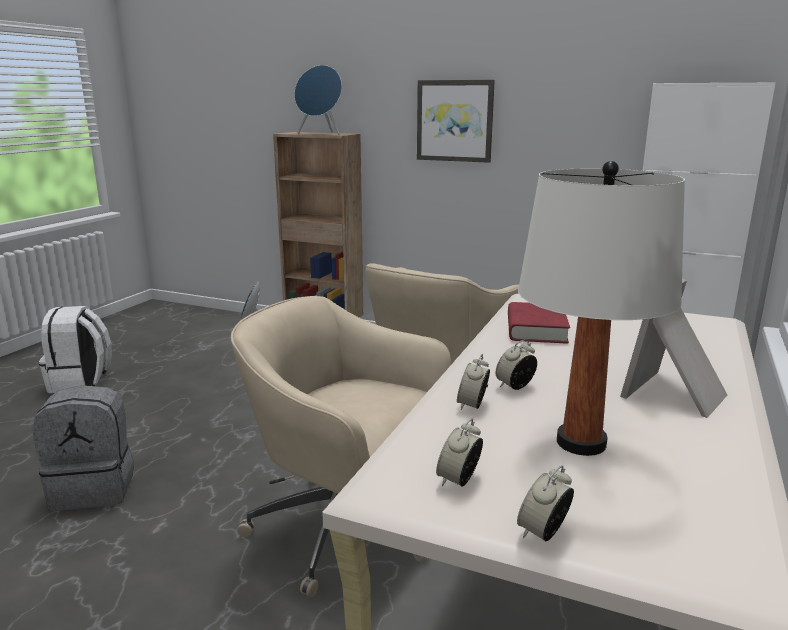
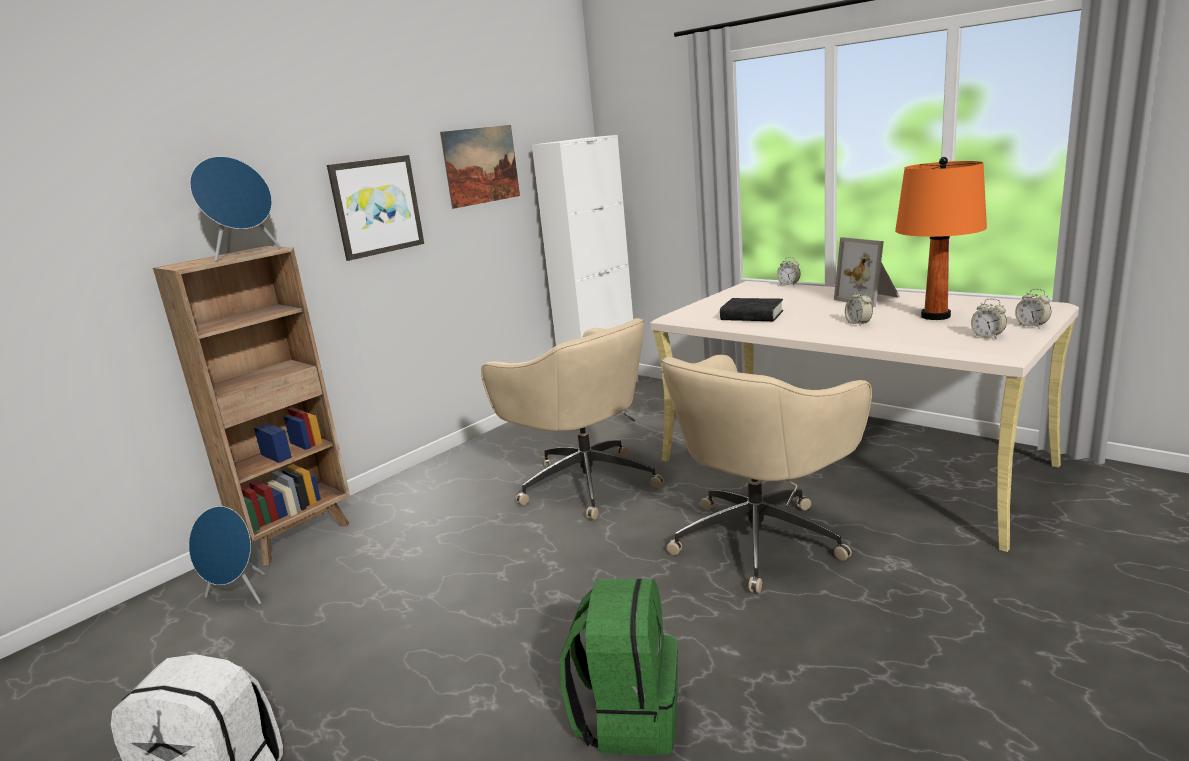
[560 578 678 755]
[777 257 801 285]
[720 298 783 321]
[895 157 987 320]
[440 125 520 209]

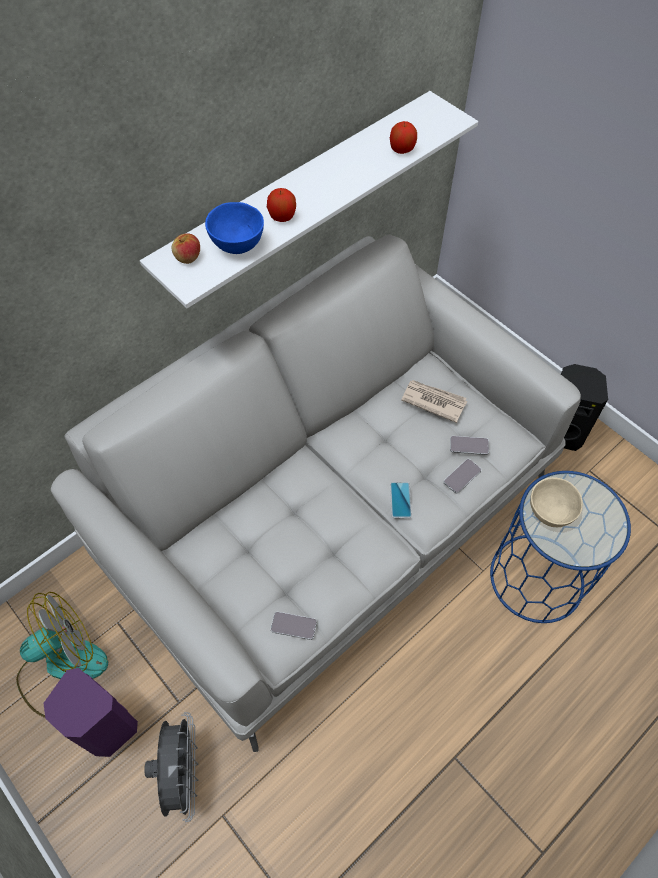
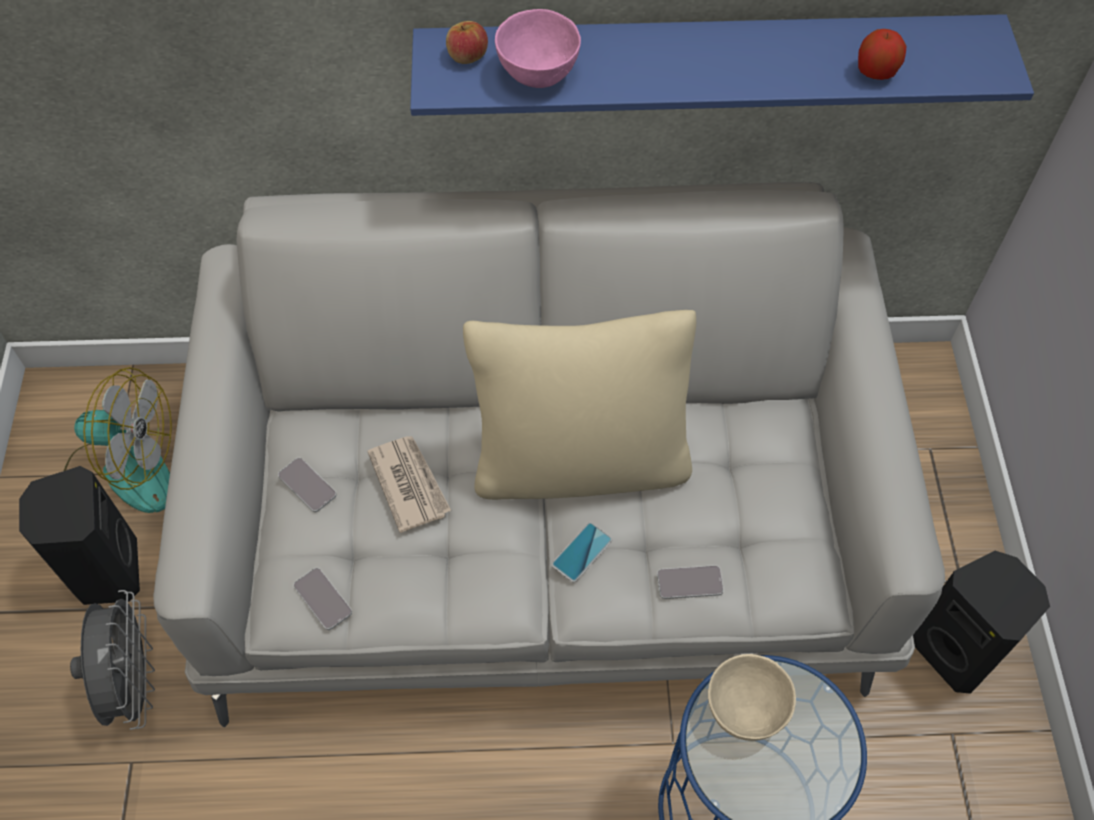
[19 466 140 605]
[410 14 1034 116]
[70 590 155 730]
[495 9 581 88]
[267 188 296 222] (first image)
[367 436 451 533]
[278 458 337 512]
[463 310 696 500]

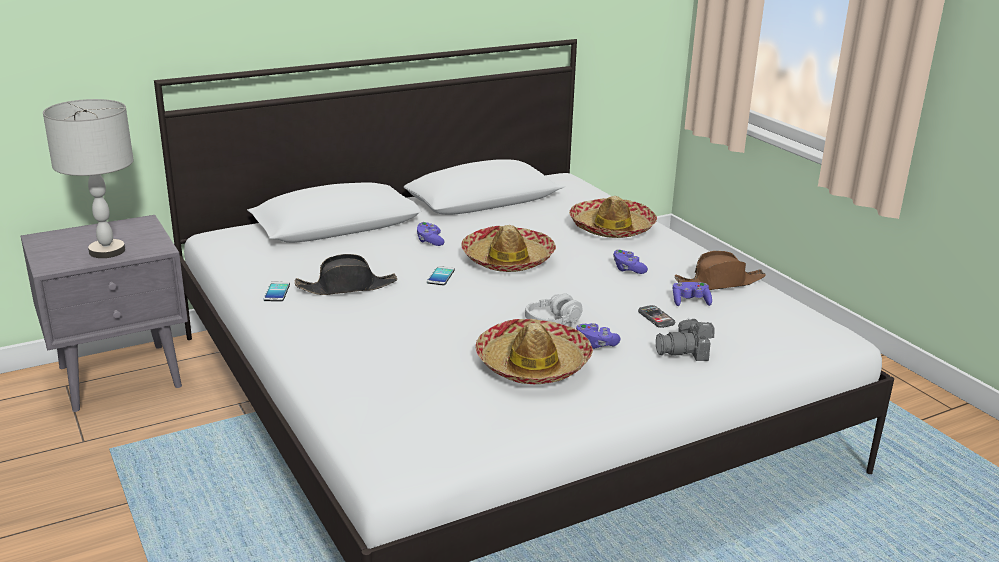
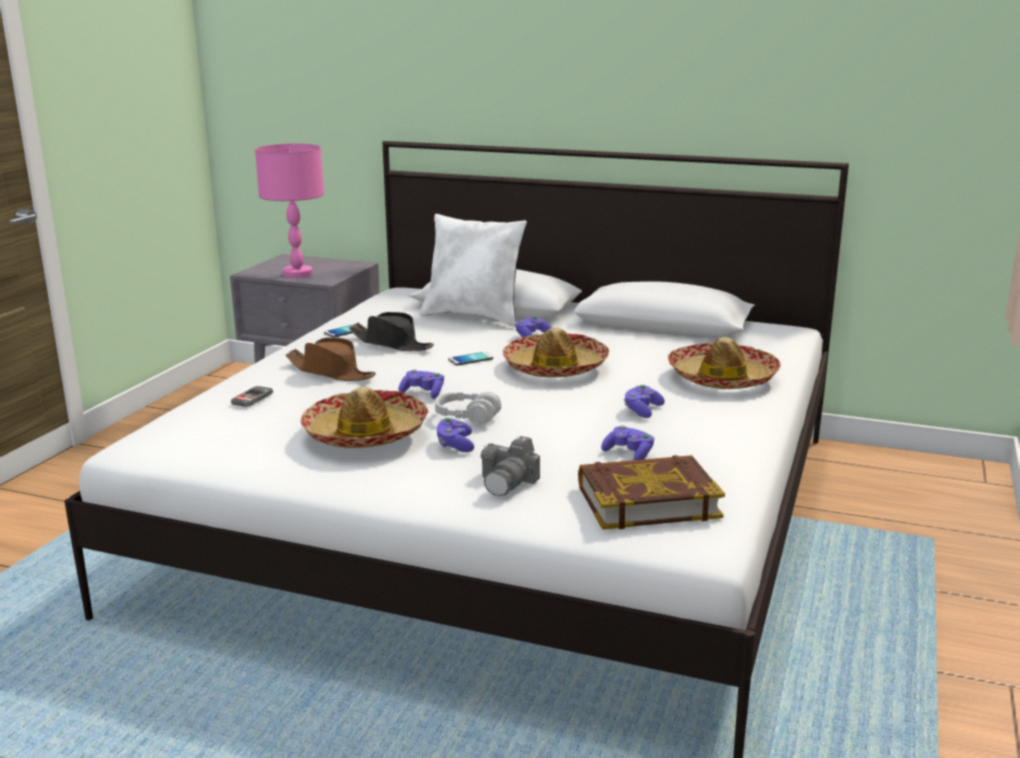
[255 144 324 278]
[231 386 273 407]
[481 436 540 496]
[286 338 376 381]
[399 369 444 399]
[420 214 527 327]
[578 455 725 530]

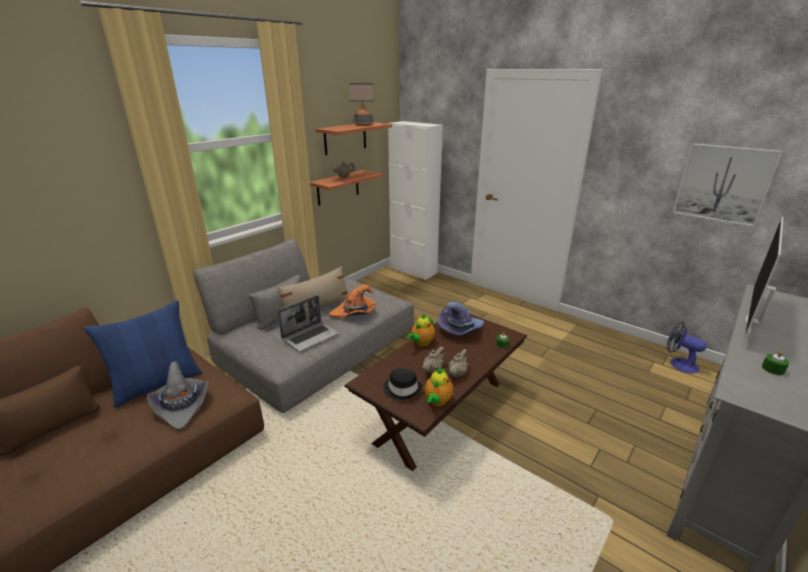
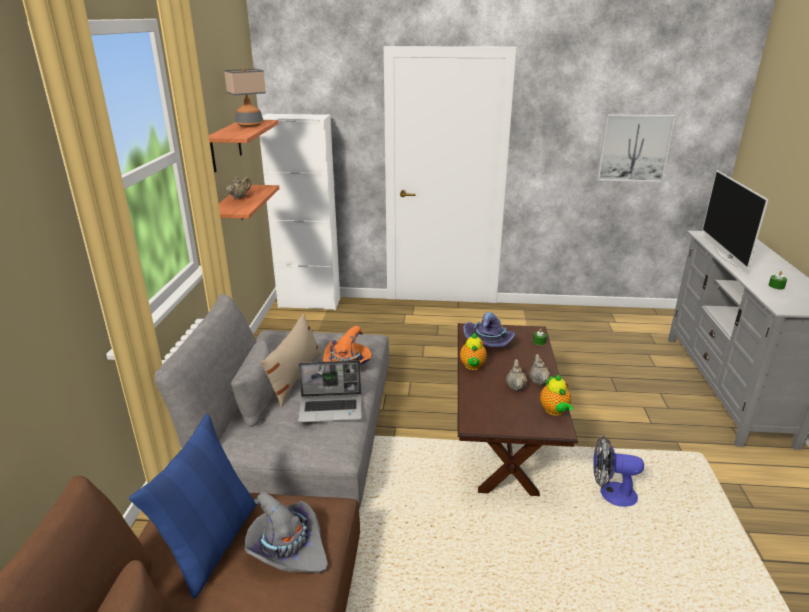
[298 360 362 422]
[383 368 422 400] (first image)
[593 436 644 507]

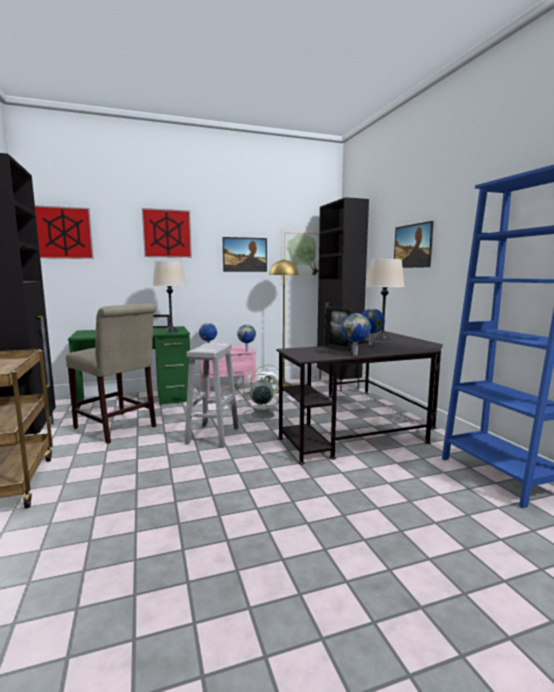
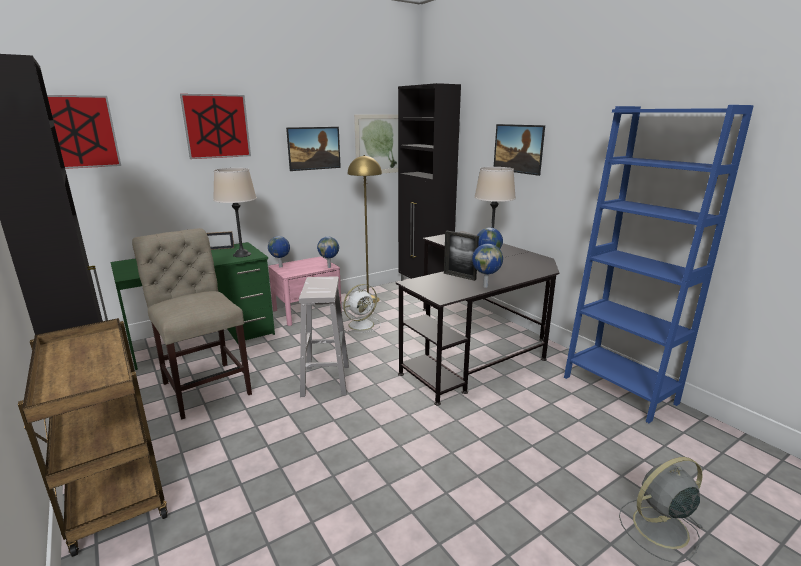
[132 228 252 419]
[619 457 703 563]

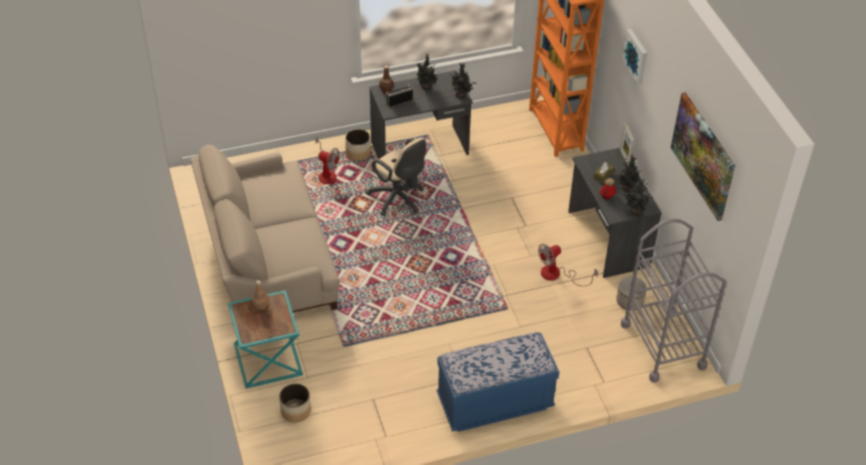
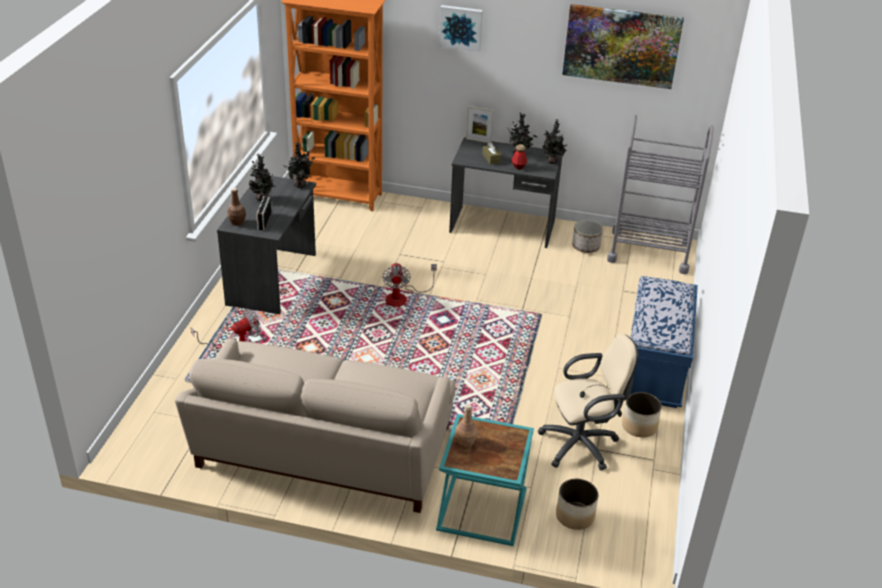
[622 392 662 438]
[538 334 639 471]
[383 263 437 307]

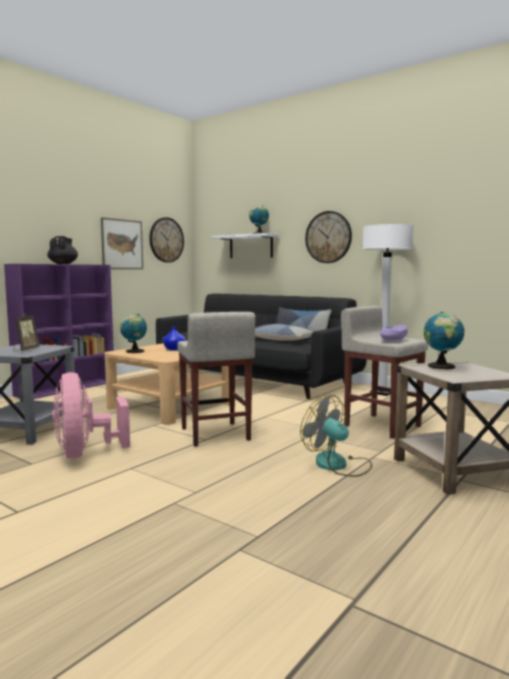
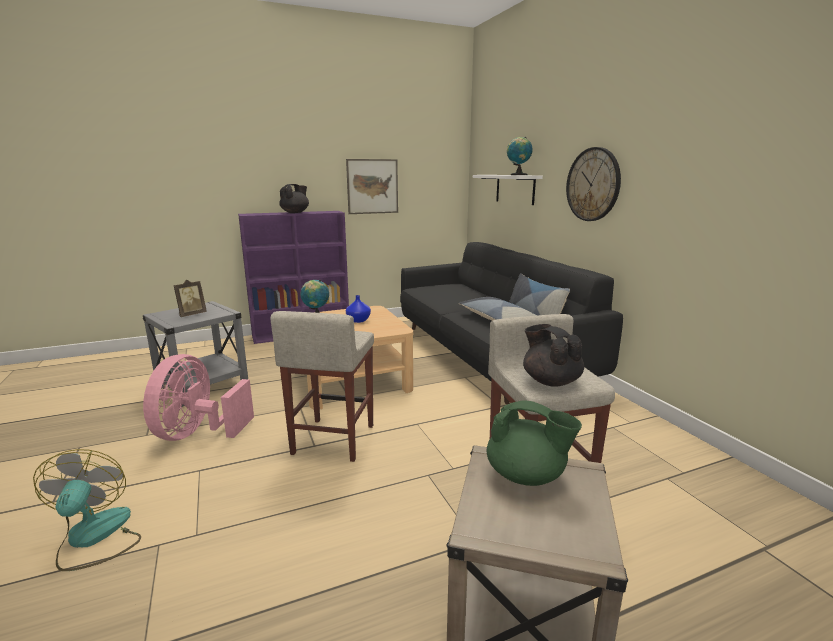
[149 217 184 263] (first image)
[33 449 141 571]
[363 224 414 396] (first image)
[523 324 584 387]
[487 400 582 486]

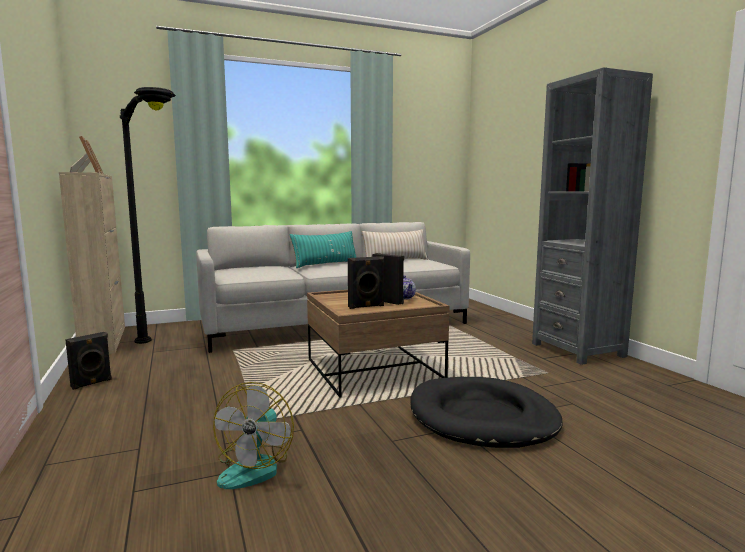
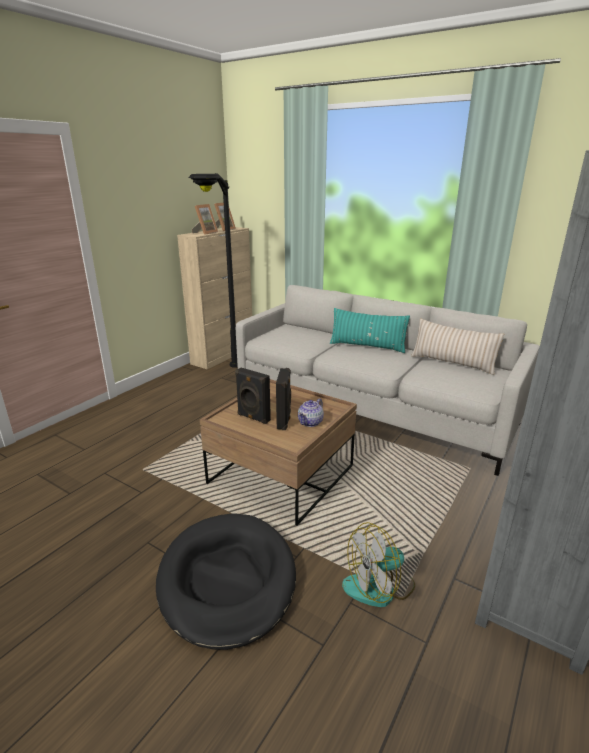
[65 332 112 390] (first image)
[342 522 415 607]

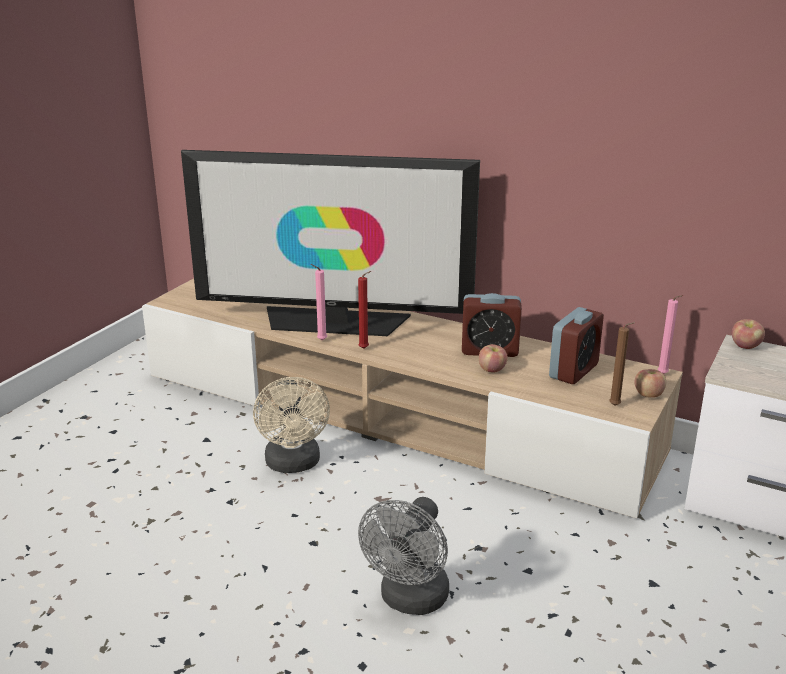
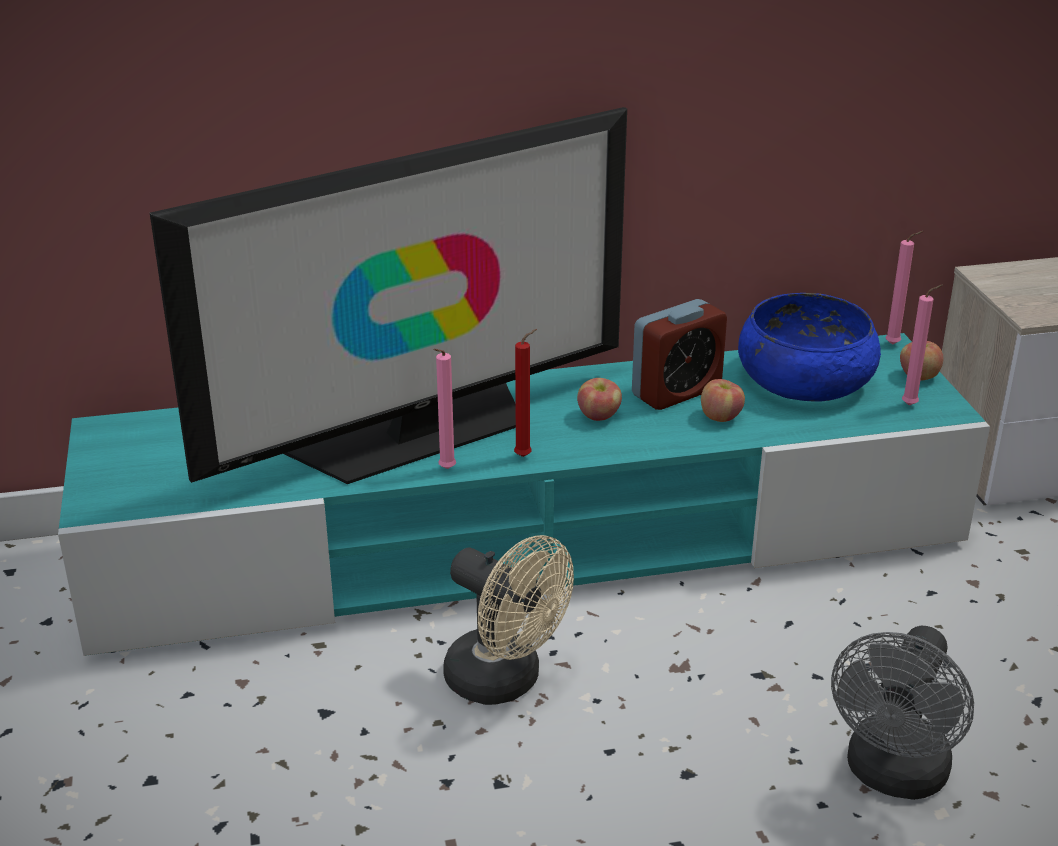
[58 333 990 656]
[831 626 974 800]
[738 293 881 401]
[902 285 943 406]
[577 378 622 421]

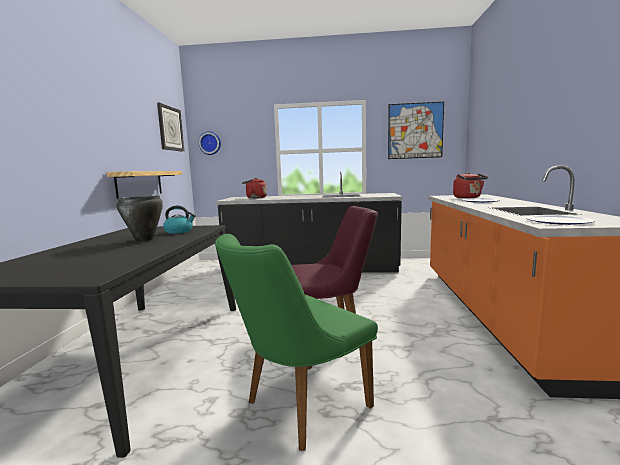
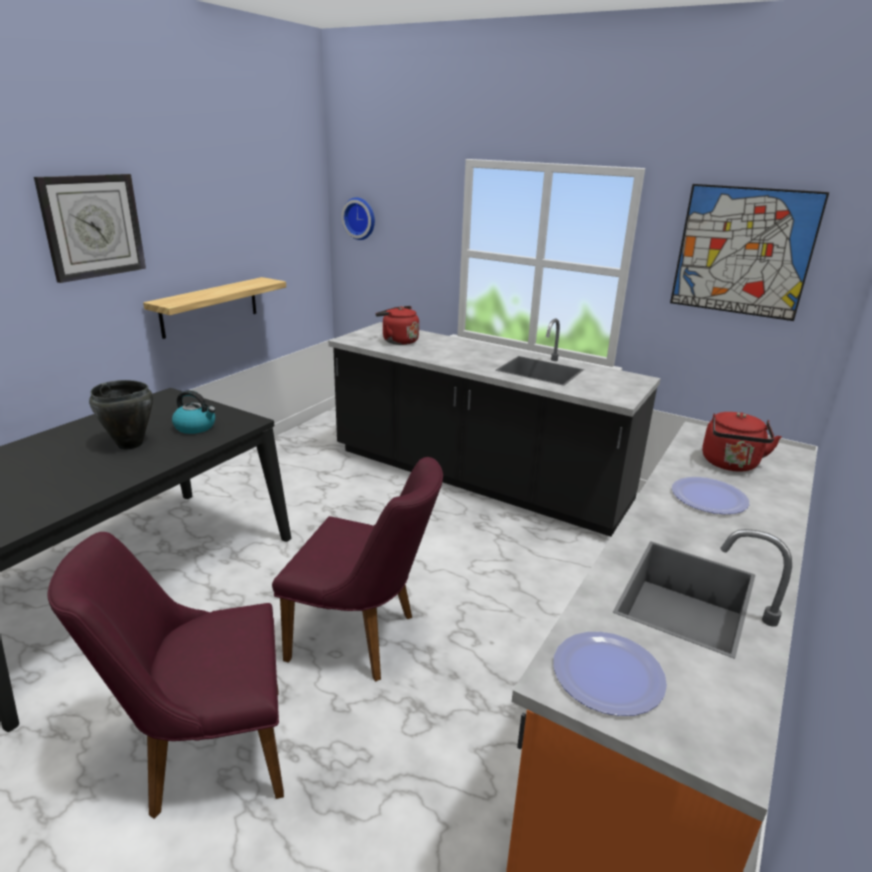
[34 174 146 283]
[48 532 284 819]

